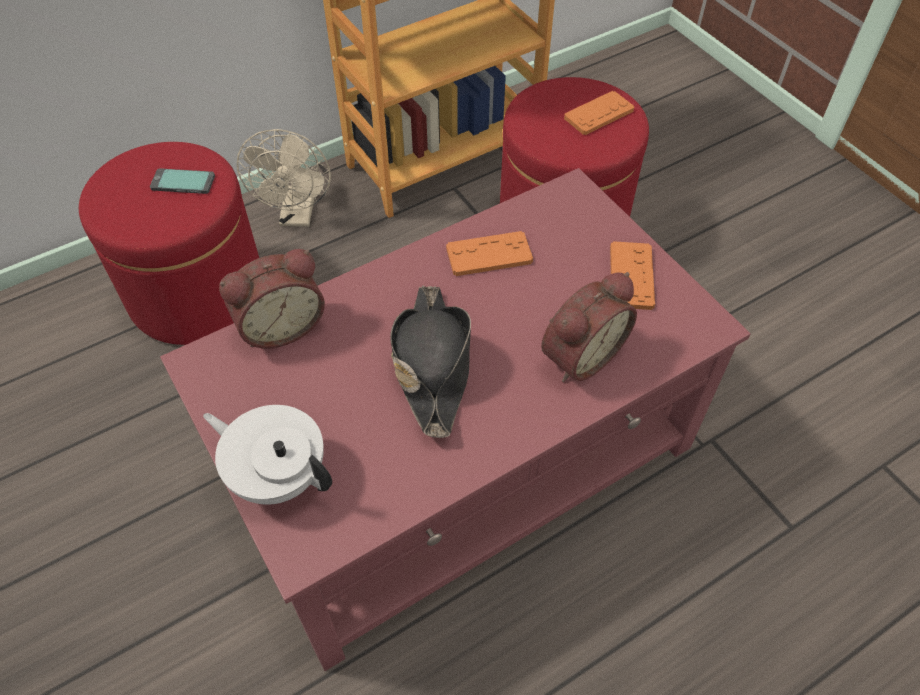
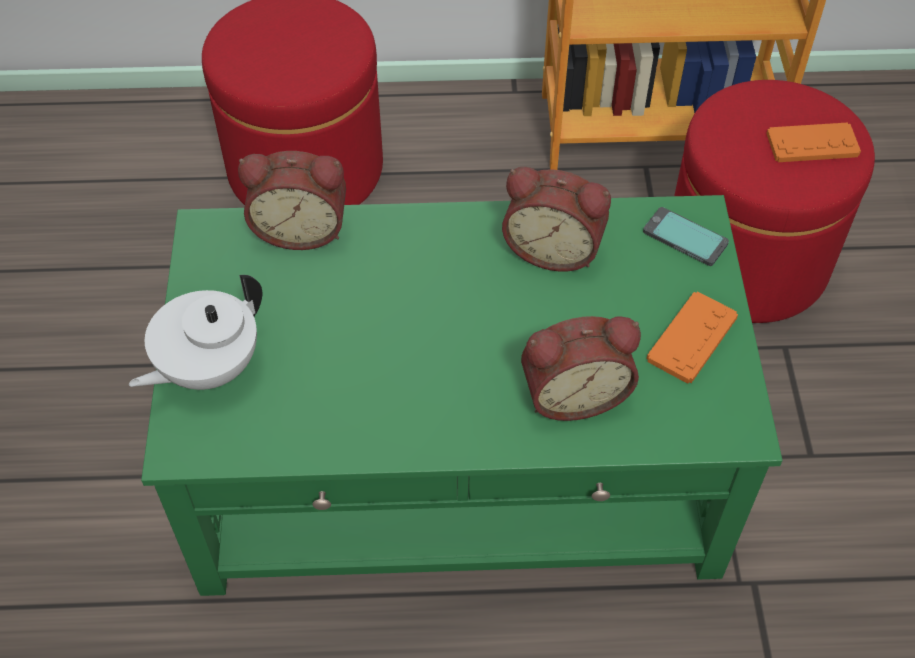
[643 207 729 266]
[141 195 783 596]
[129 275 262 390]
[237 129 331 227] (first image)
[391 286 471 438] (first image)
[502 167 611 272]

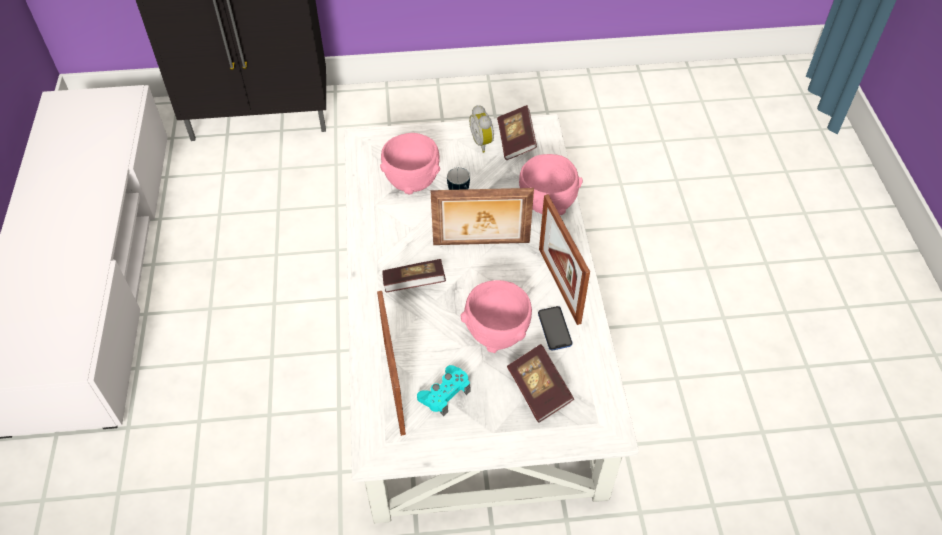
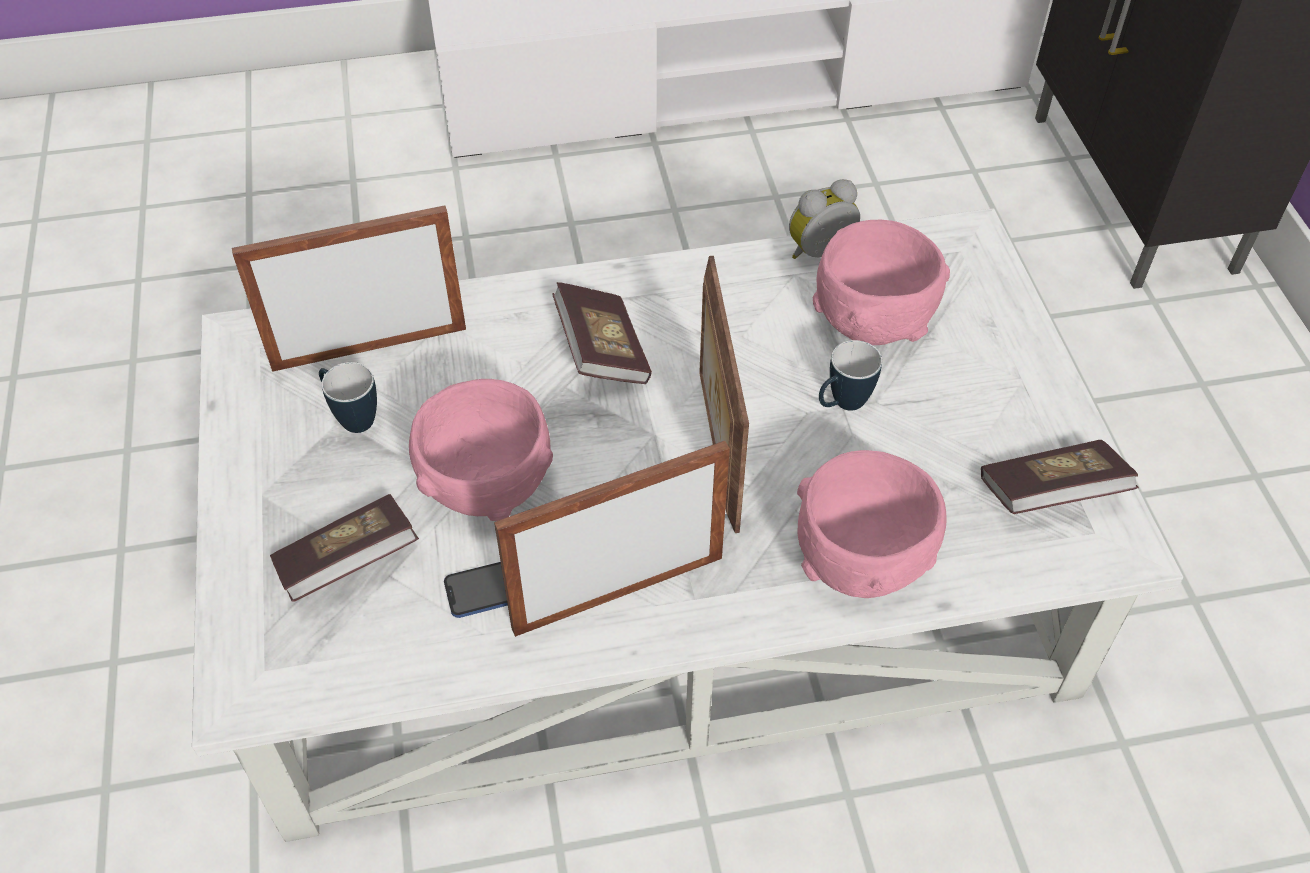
[319 362 377 433]
[789 179 860 259]

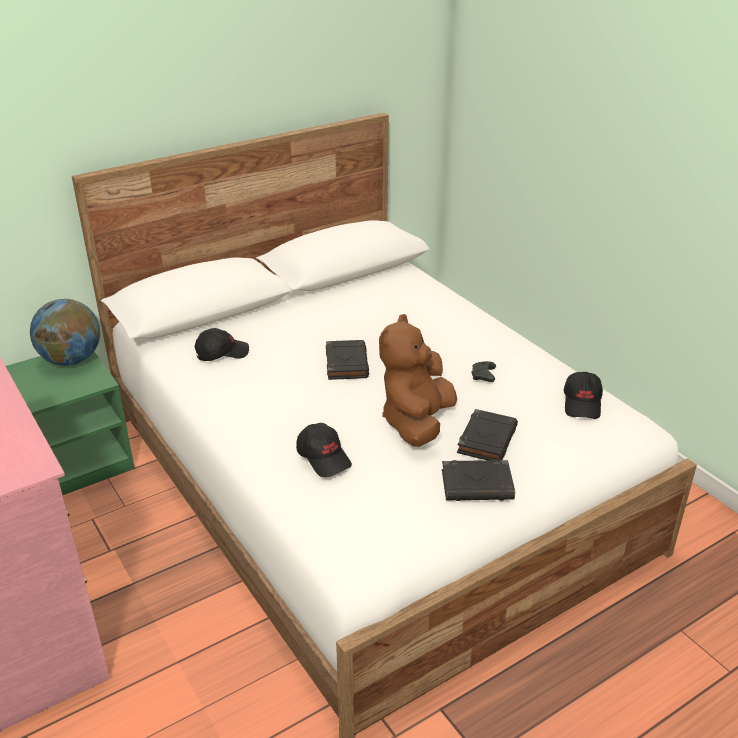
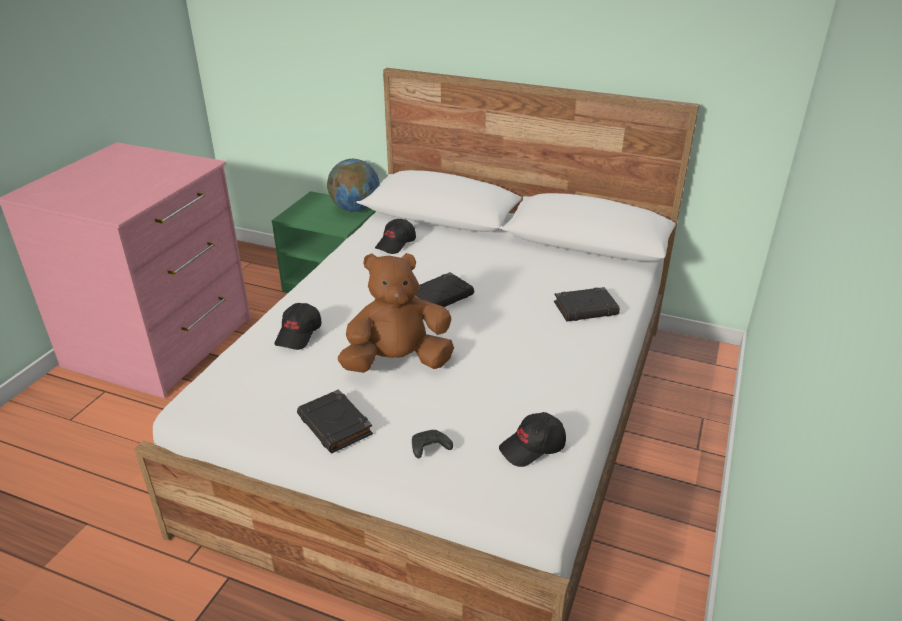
[375 219 416 254]
[554 287 620 321]
[412 430 453 458]

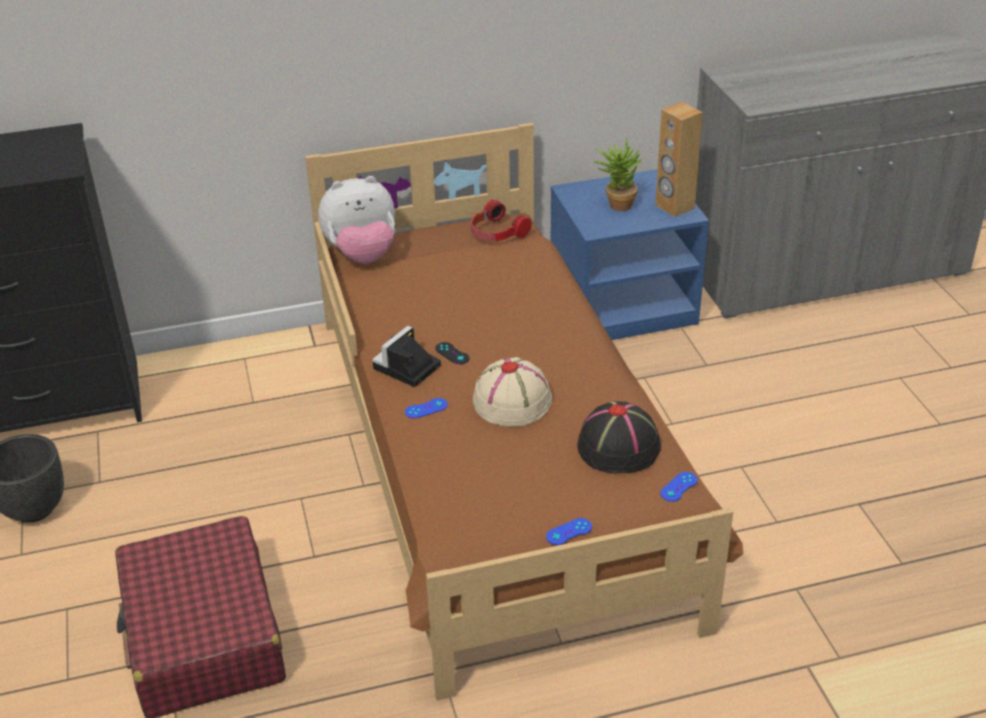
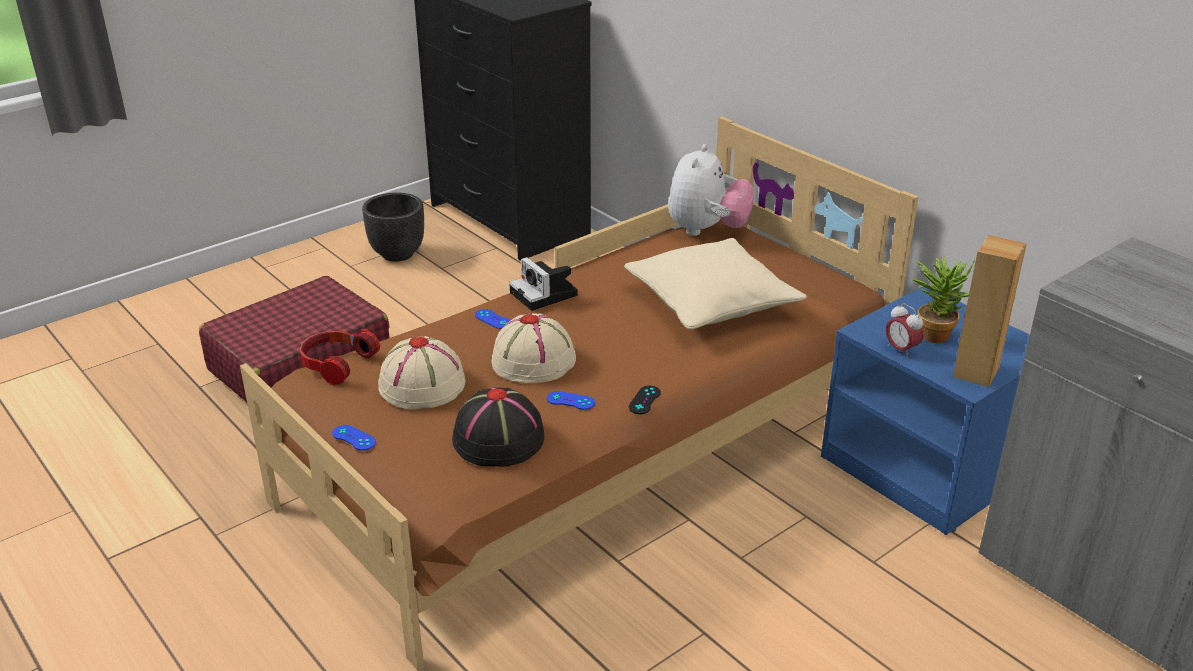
[668 144 755 236]
[509 257 578 311]
[629 386 661 414]
[300 329 380 385]
[547 391 595 410]
[378 336 465 409]
[624 238 807 330]
[886 303 923 358]

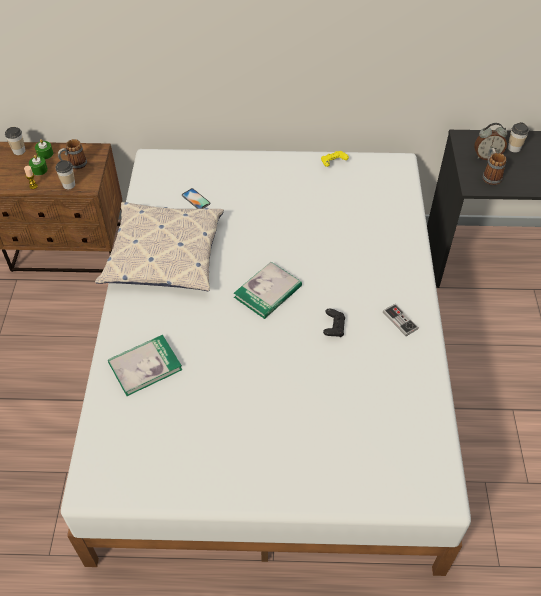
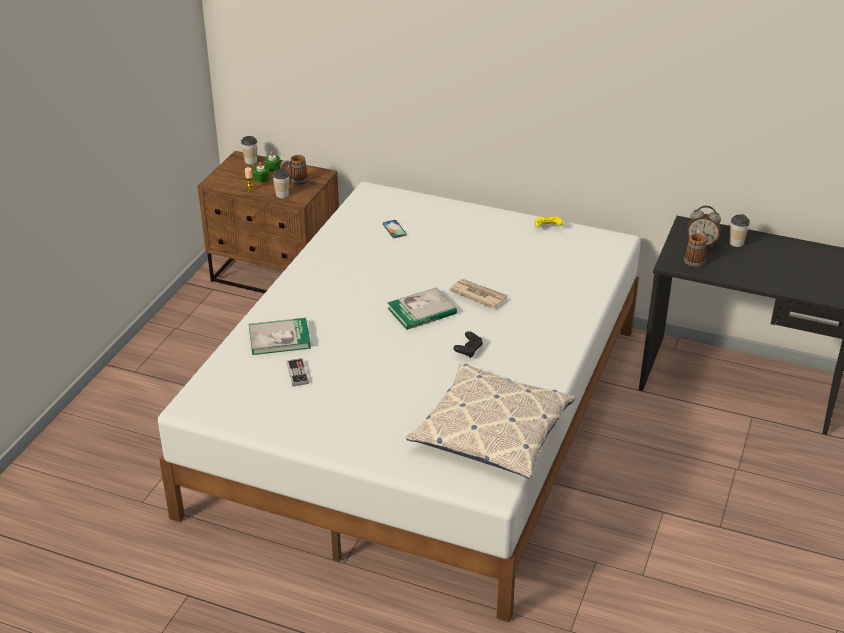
[406 363 576 479]
[287 358 309 386]
[449 279 507 309]

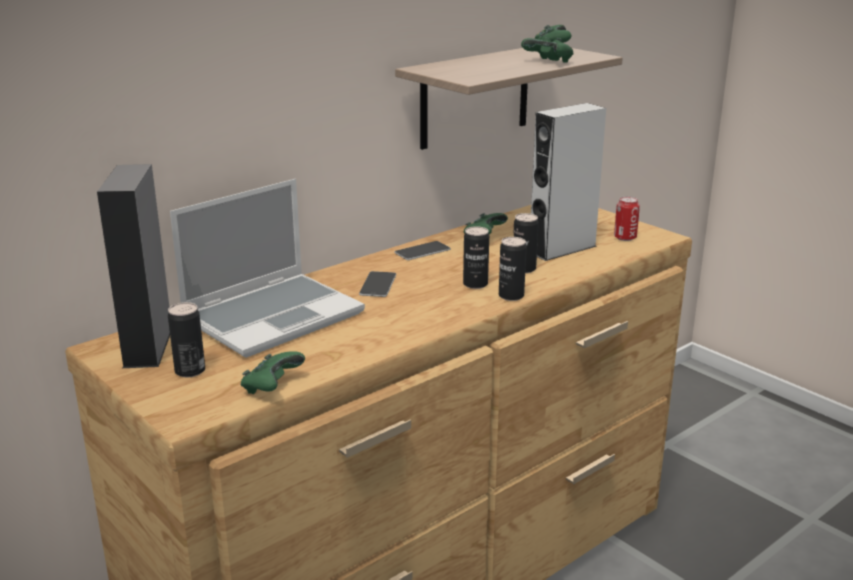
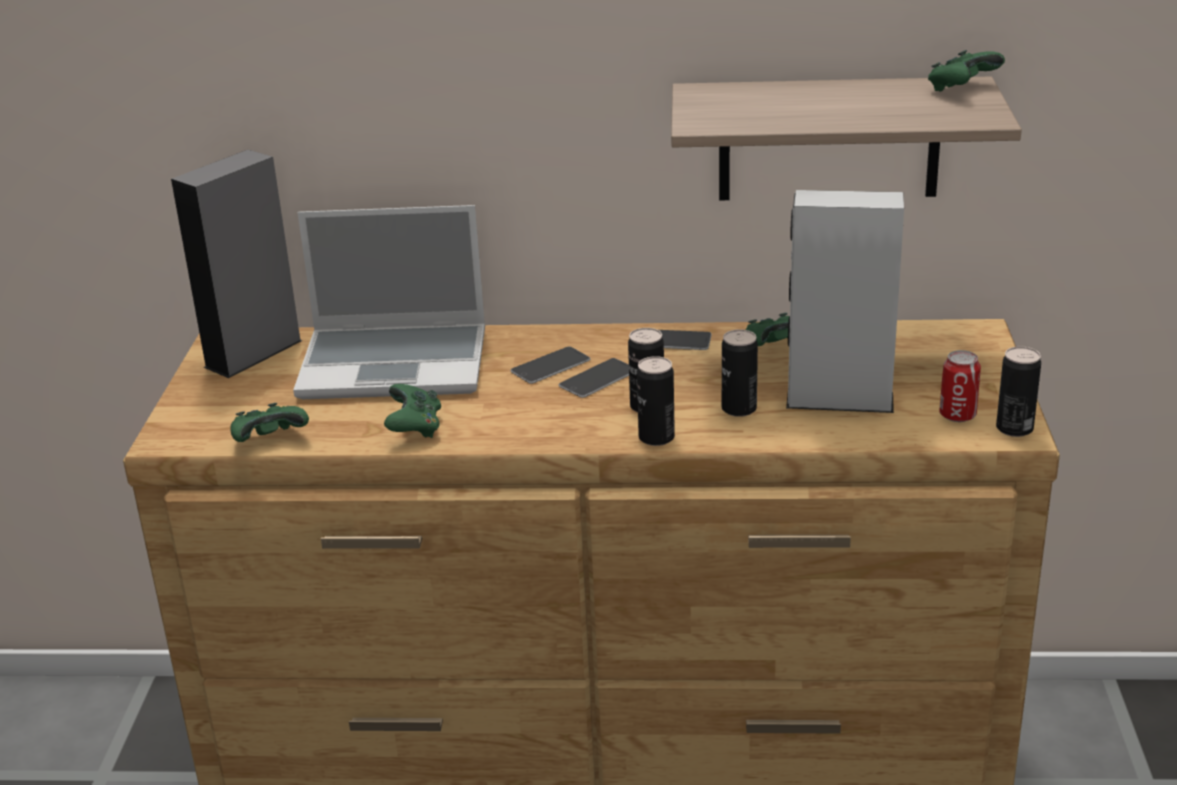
[996 346 1041 437]
[384 384 441 438]
[559 358 629 398]

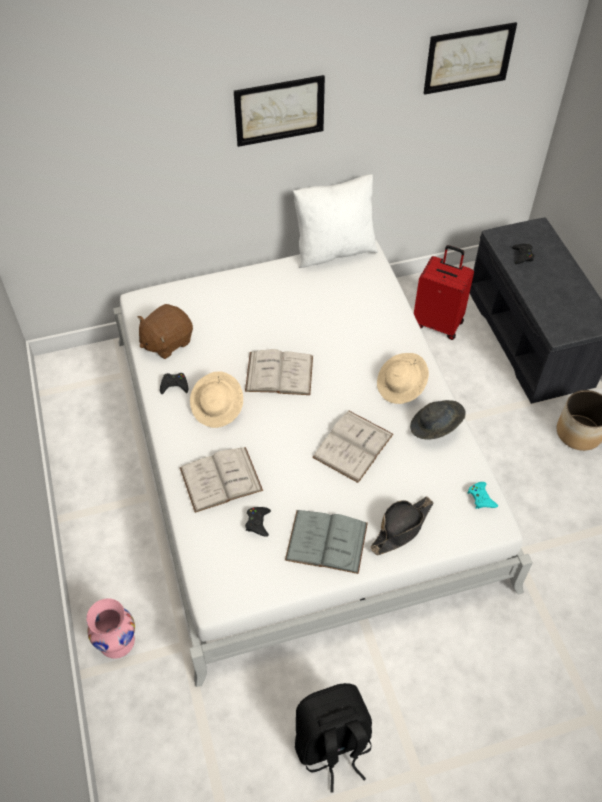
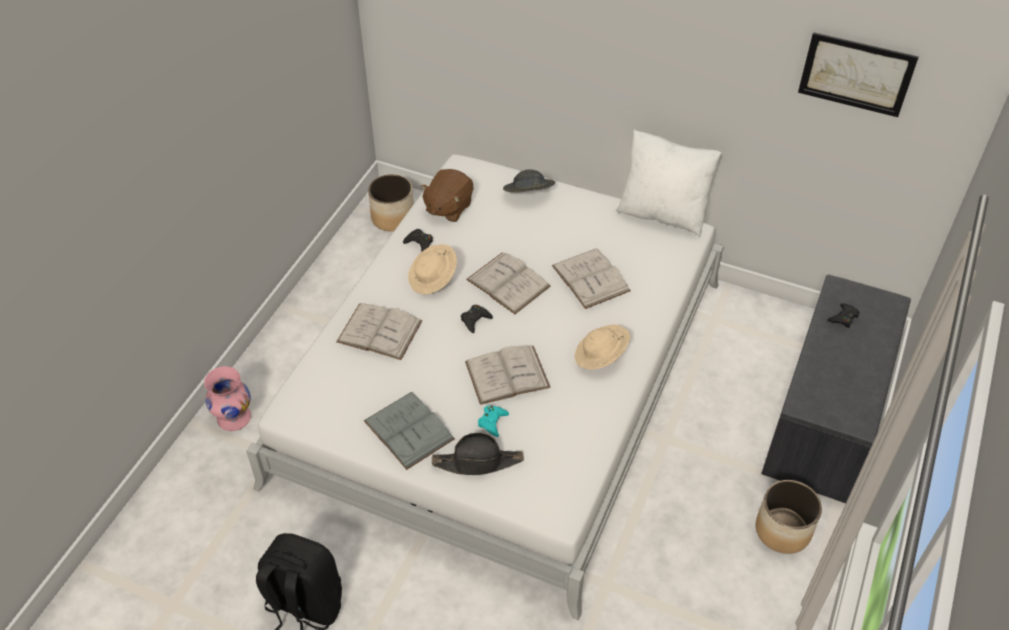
[420 169 473 222]
[234 75 325 147] (first image)
[461 305 493 333]
[503 169 555 193]
[414 245 474 340] (first image)
[478 406 509 437]
[368 174 414 232]
[552 248 631 309]

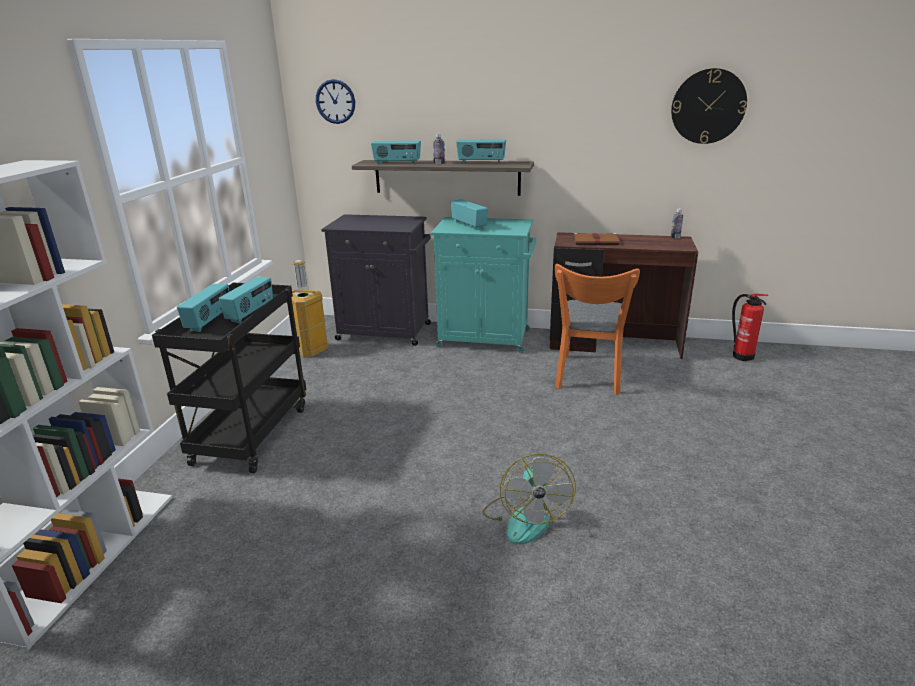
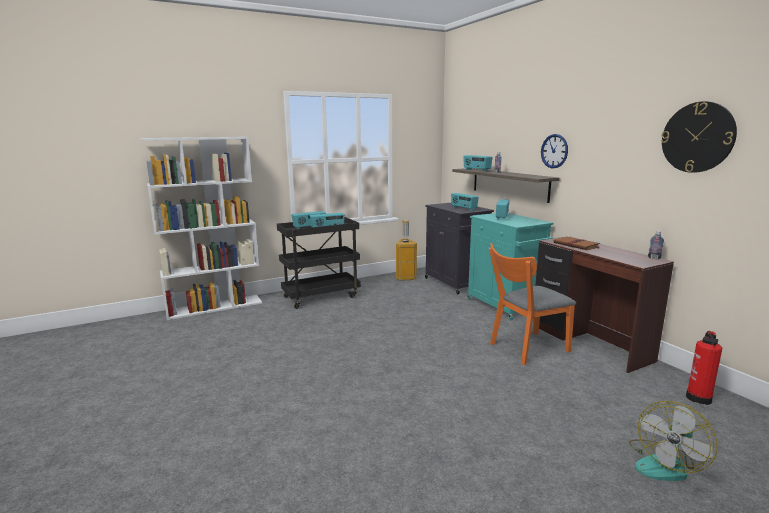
[541 134 568 168]
[451 193 479 211]
[629 401 718 481]

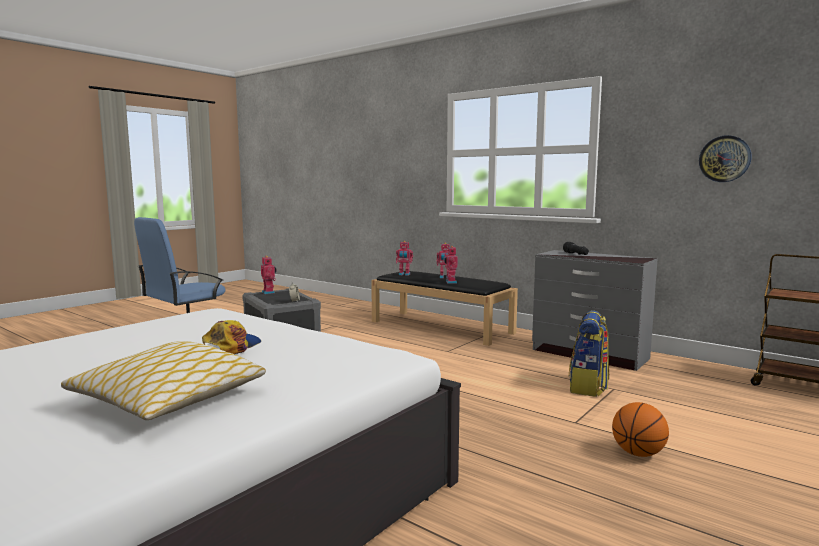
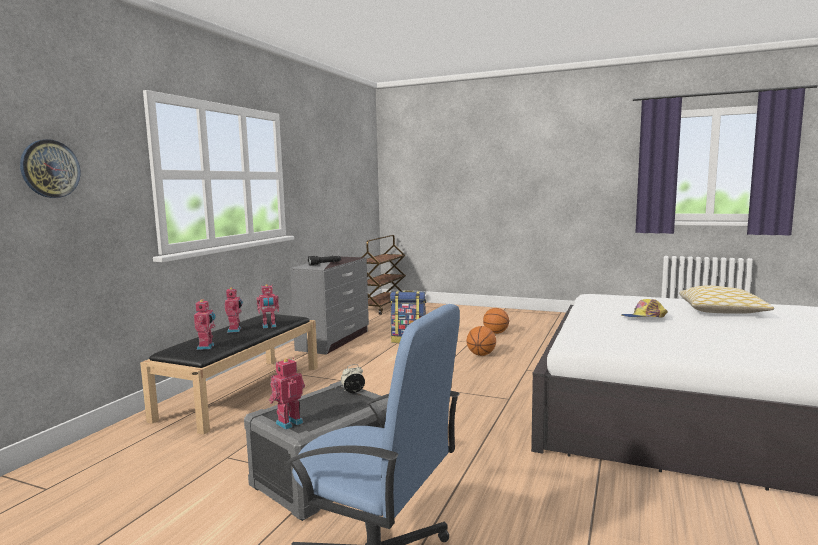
[20 139 80 198]
[467 326 496 356]

